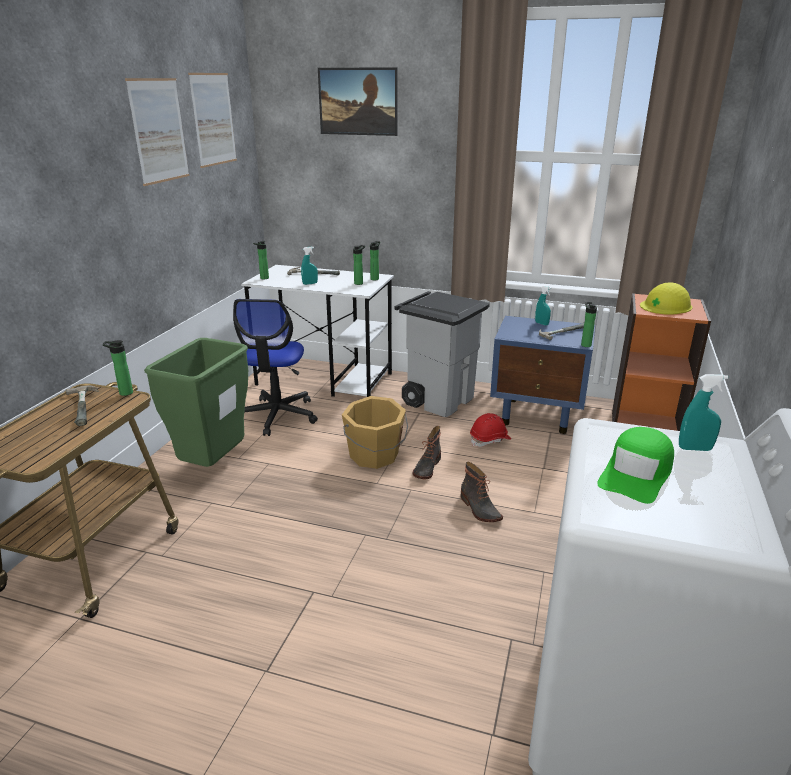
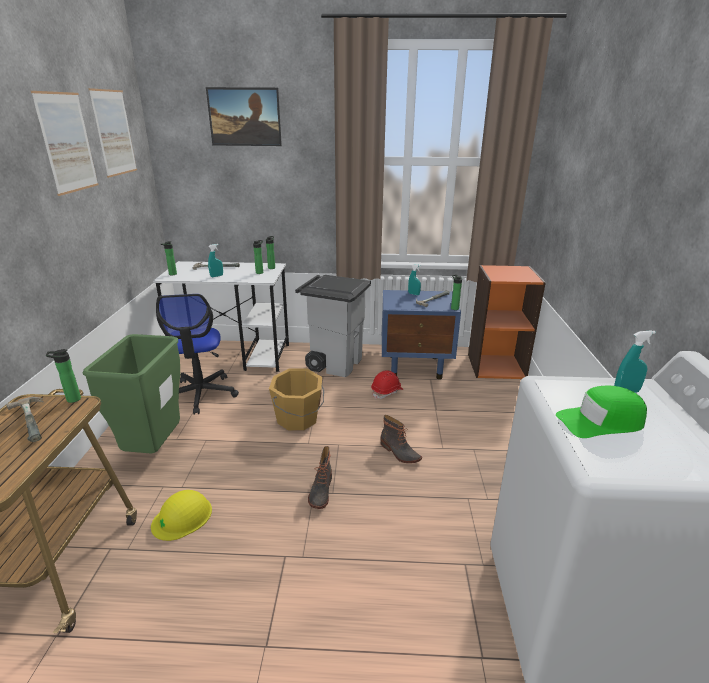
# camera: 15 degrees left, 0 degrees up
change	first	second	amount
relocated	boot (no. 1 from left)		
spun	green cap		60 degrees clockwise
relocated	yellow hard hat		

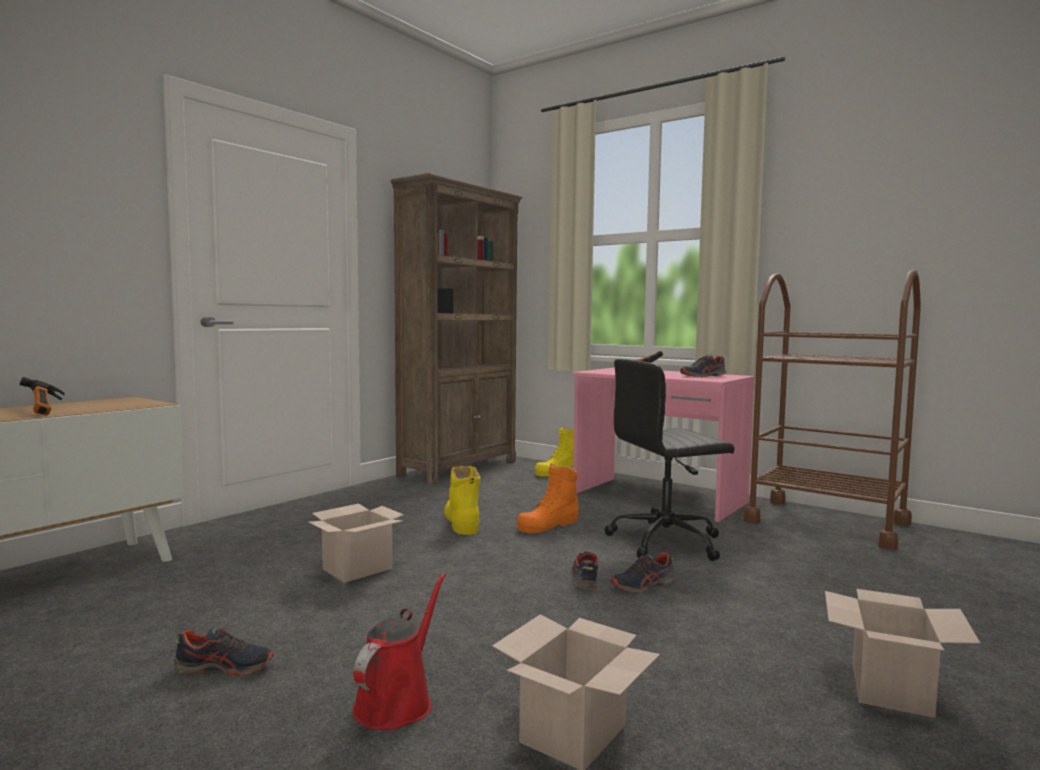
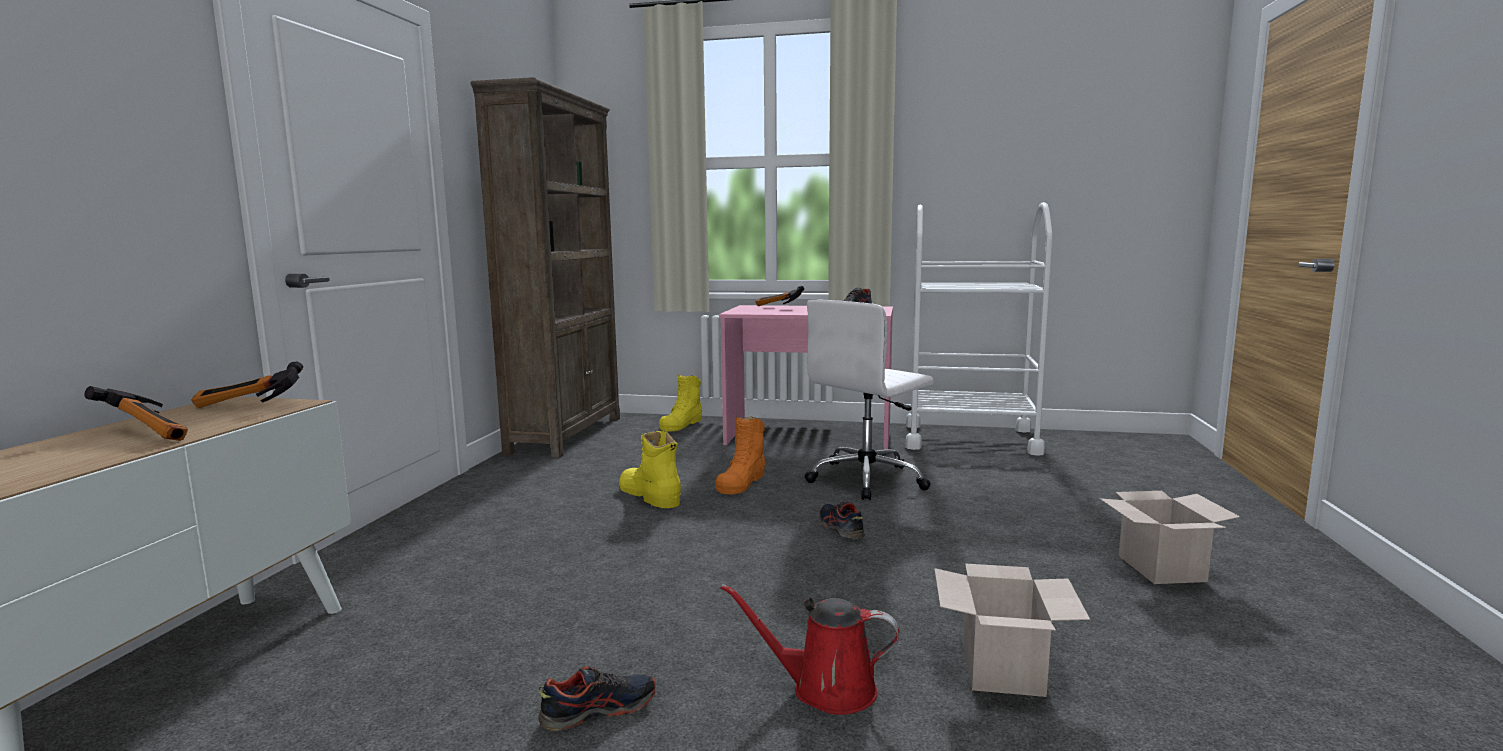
# camera: 25 degrees left, 5 degrees up
change	first	second	amount
missing	cardboard box (no. 1 from left)		
spun	red watering can		75 degrees counterclockwise
colour	black office chair	white office chair	
missing	shoe (no. 3 from left)		
colour	brown cart	white cart	
appeared		hammer (no. 2 from left)	

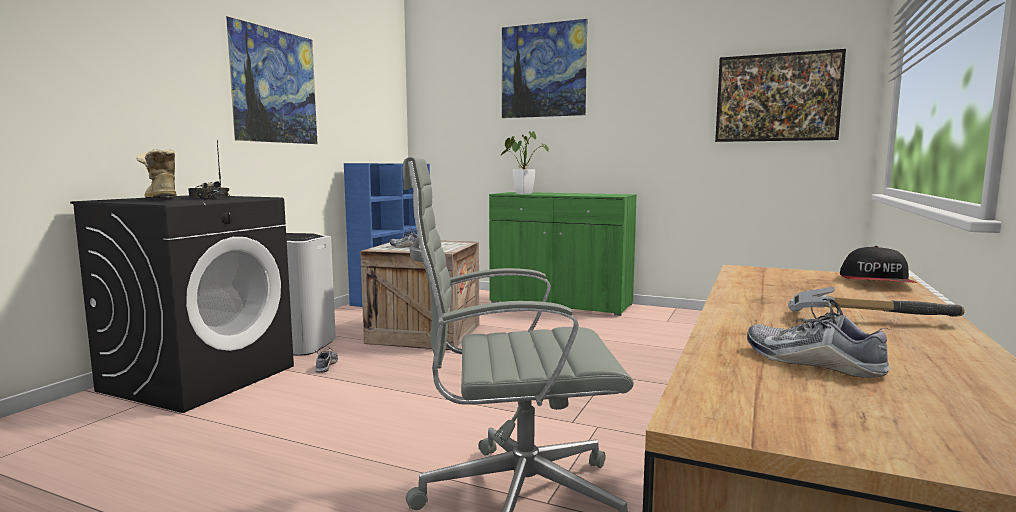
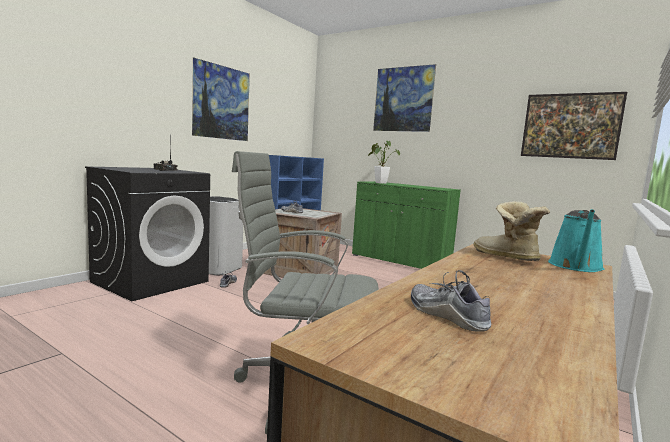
# camera: 10 degrees right, 0 degrees up
change	first	second	amount
relocated	boot		
missing	hammer		
exchanged	cap	turquoise watering can	

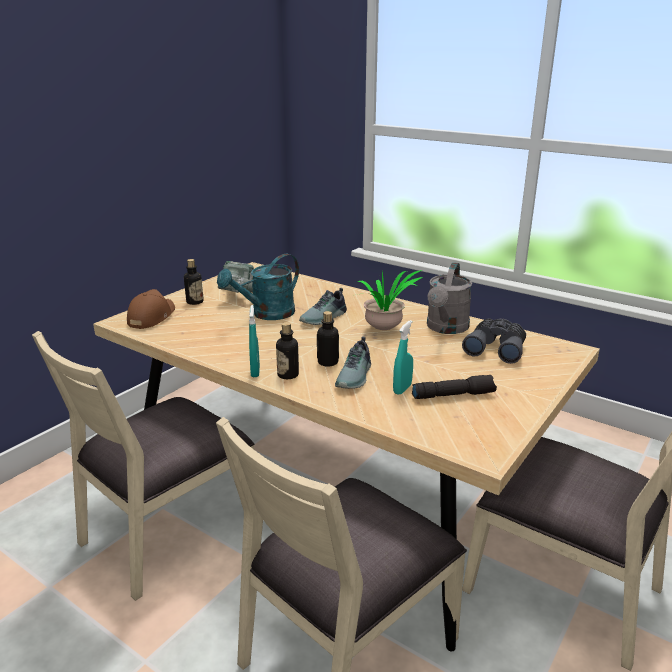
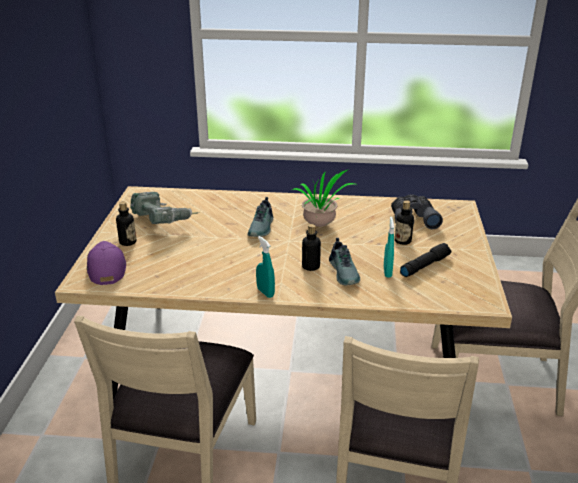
# camera: 30 degrees left, 5 degrees up
change	first	second	amount
colour	brown cap	purple cap	
missing	turquoise watering can		
relocated	bottle (no. 2 from left in the first image)	bottle (no. 3 from left)	
missing	grey watering can		

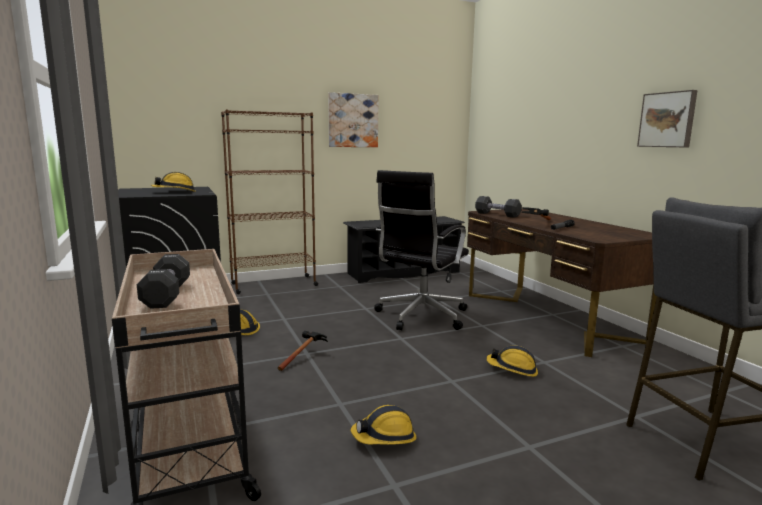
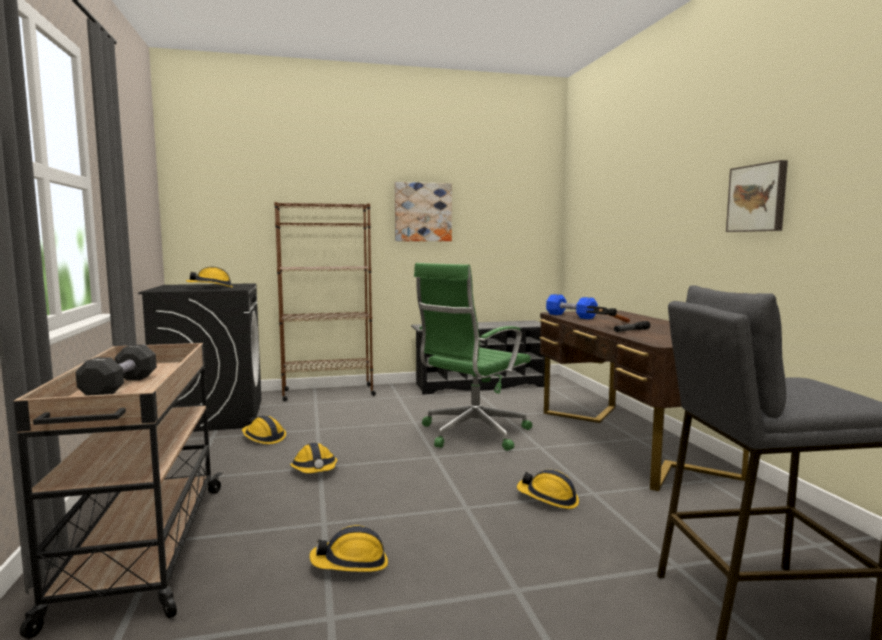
# camera: 10 degrees right, 5 degrees down
change	first	second	amount
exchanged	hammer (no. 1 from left)	hard hat (no. 3 from left)	
colour	black office chair	green office chair	
colour	black dumbbell (no. 2 from left)	blue dumbbell	

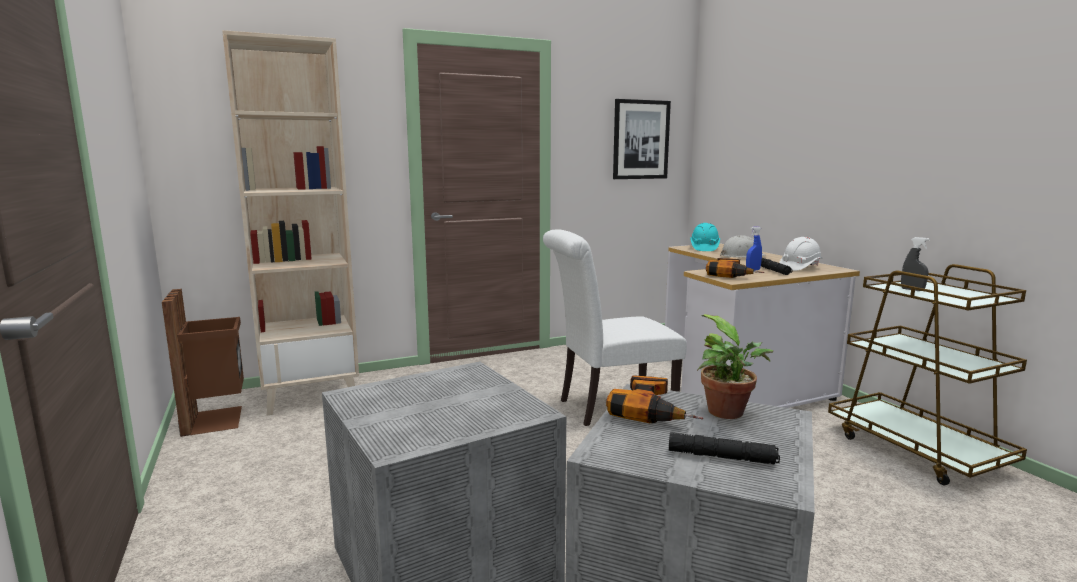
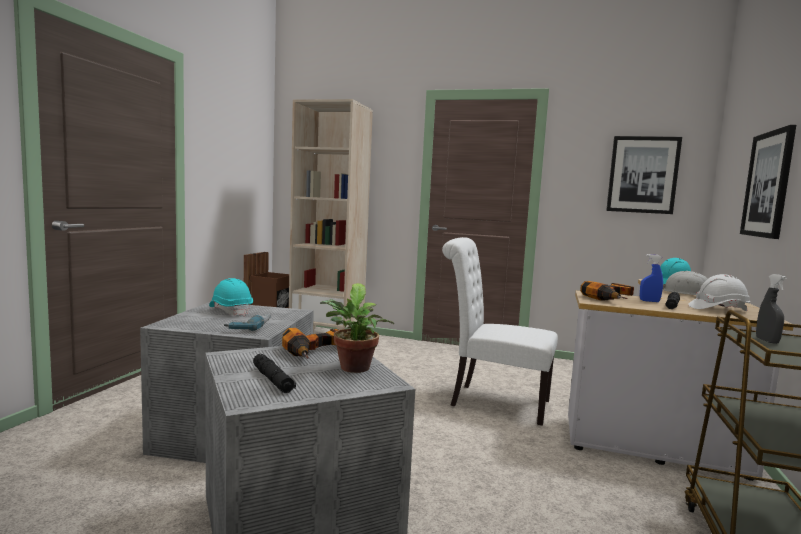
# camera: 40 degrees right, 5 degrees down
change	first	second	amount
appeared		turquoise hard hat (no. 1 from left)	
appeared		power drill (no. 1 from left)	
appeared		picture (no. 2 from left)	

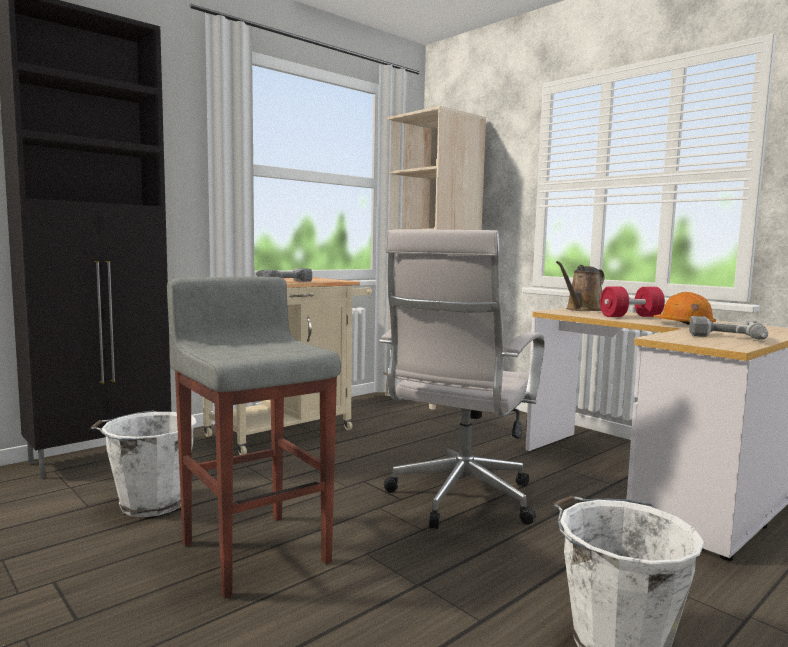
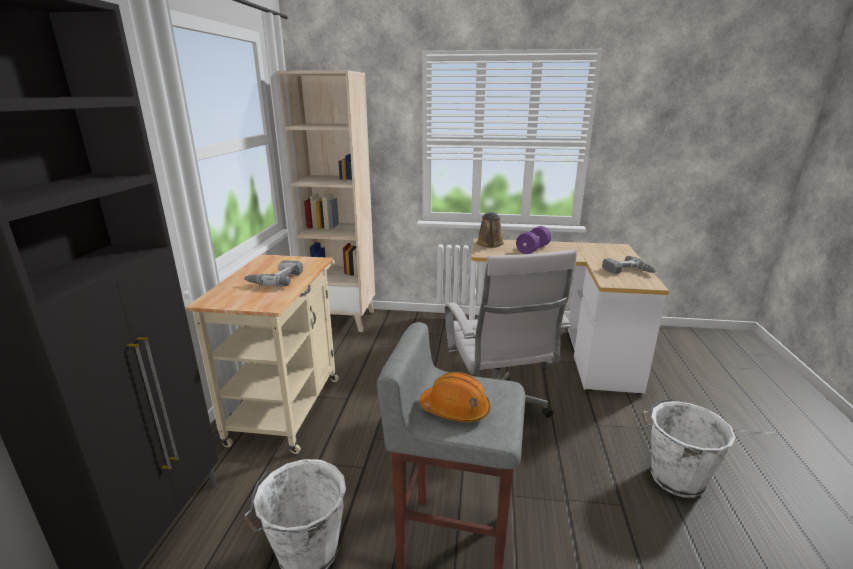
# camera: 40 degrees left, 15 degrees up
change	first	second	amount
colour	red dumbbell	purple dumbbell	
relocated	orange hard hat		

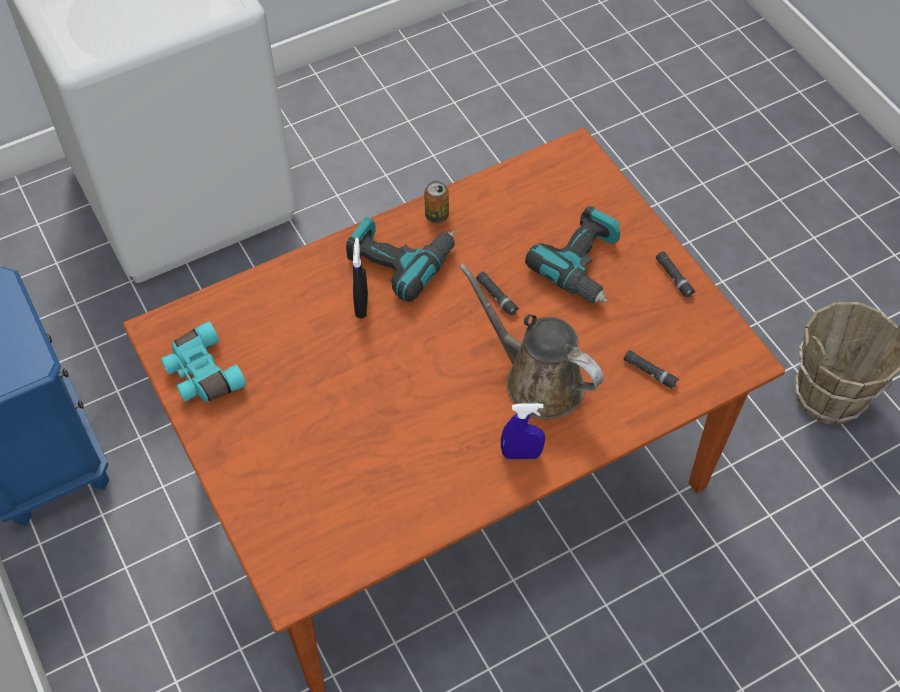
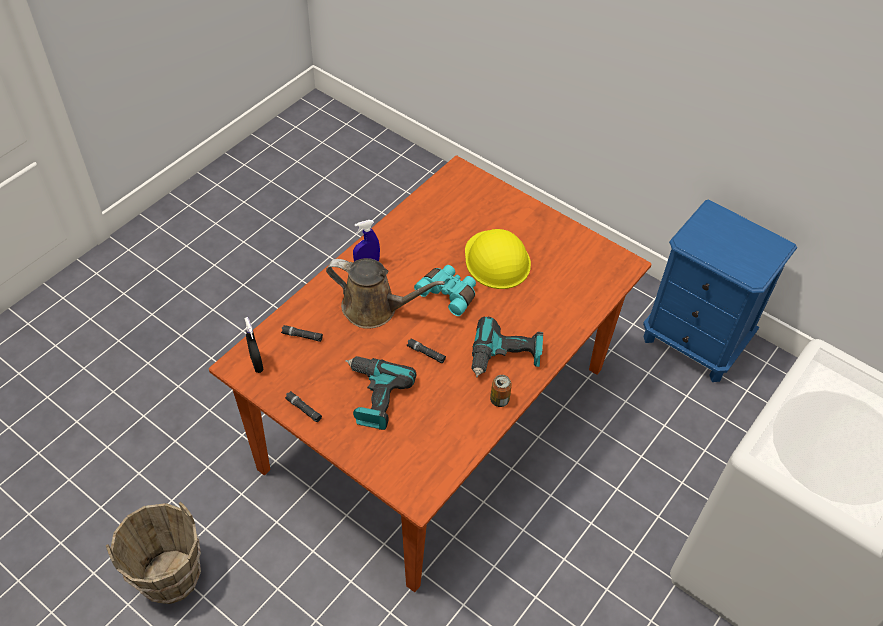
# camera: 155 degrees right, 5 degrees down
change	first	second	amount
relocated	turquoise binoculars		
relocated	black spray bottle		
appeared		yellow hard hat	

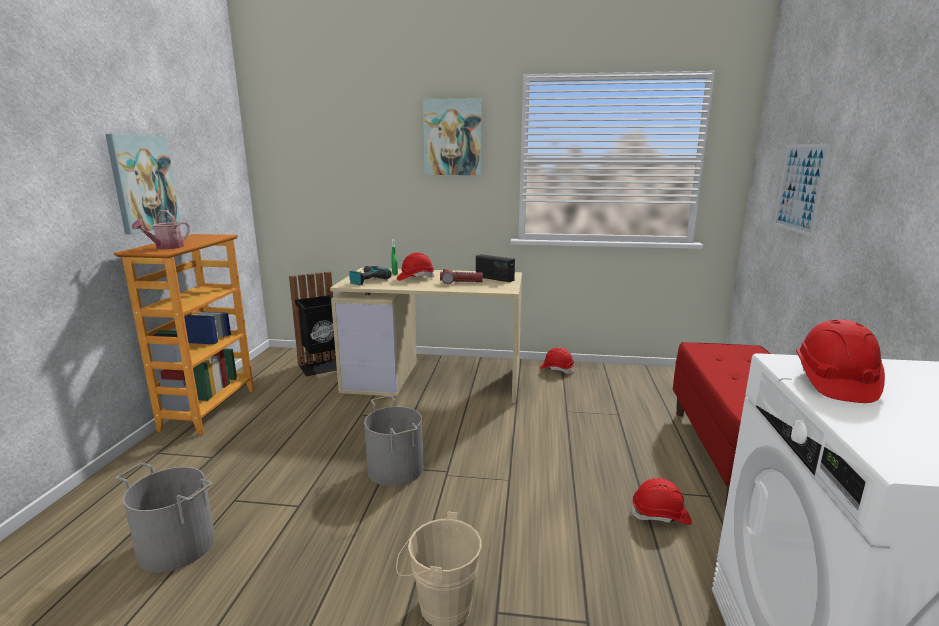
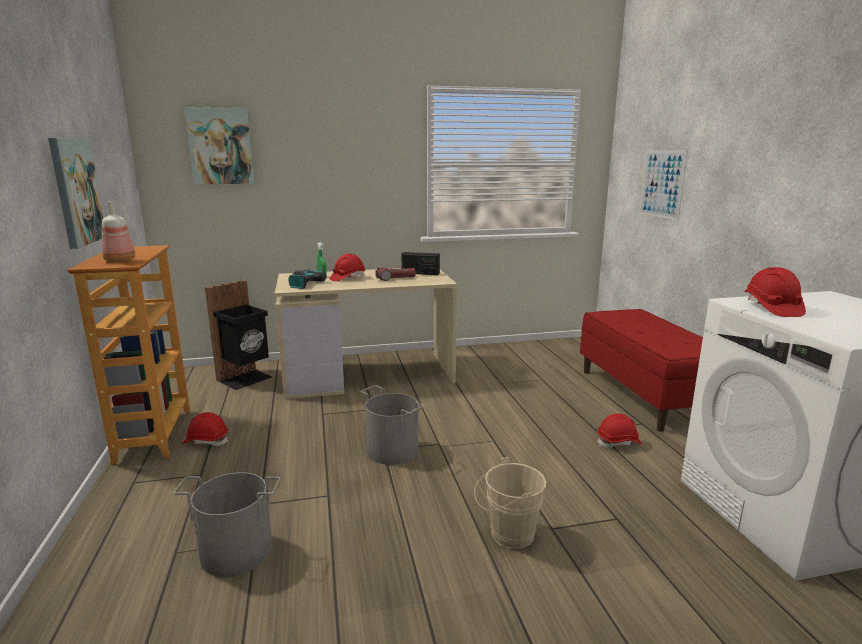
# camera: 20 degrees left, 0 degrees up
change	first	second	amount
exchanged	watering can	bottle	
relocated	picture (no. 2 from left)		
relocated	red hard hat (no. 2 from left in the first image)	red hard hat (no. 1 from left)	

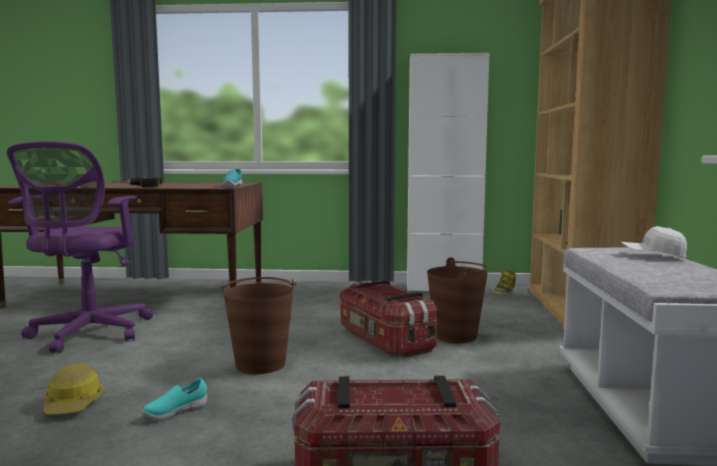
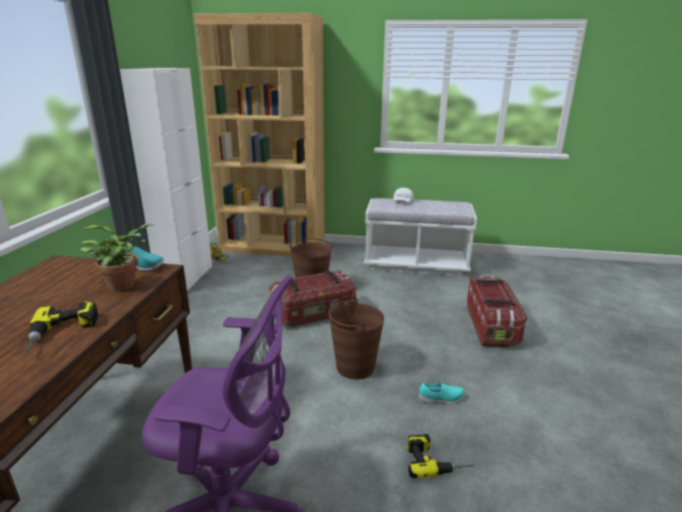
# camera: 85 degrees left, 15 degrees up
change	first	second	amount
exchanged	hard hat	power drill (no. 2 from left)	
spun	turquoise shoe (no. 1 from left in the first image)	turquoise shoe (no. 2 from left)	60 degrees counterclockwise
appeared		potted plant	

